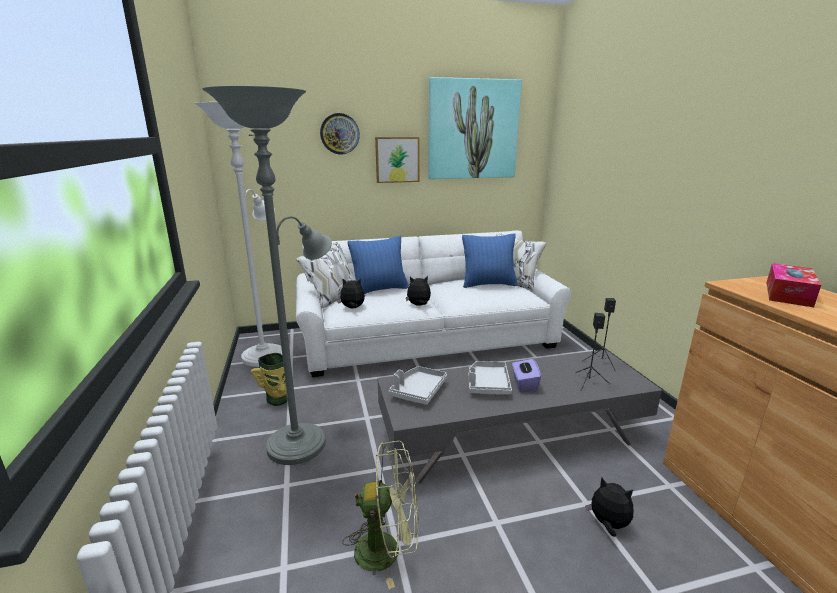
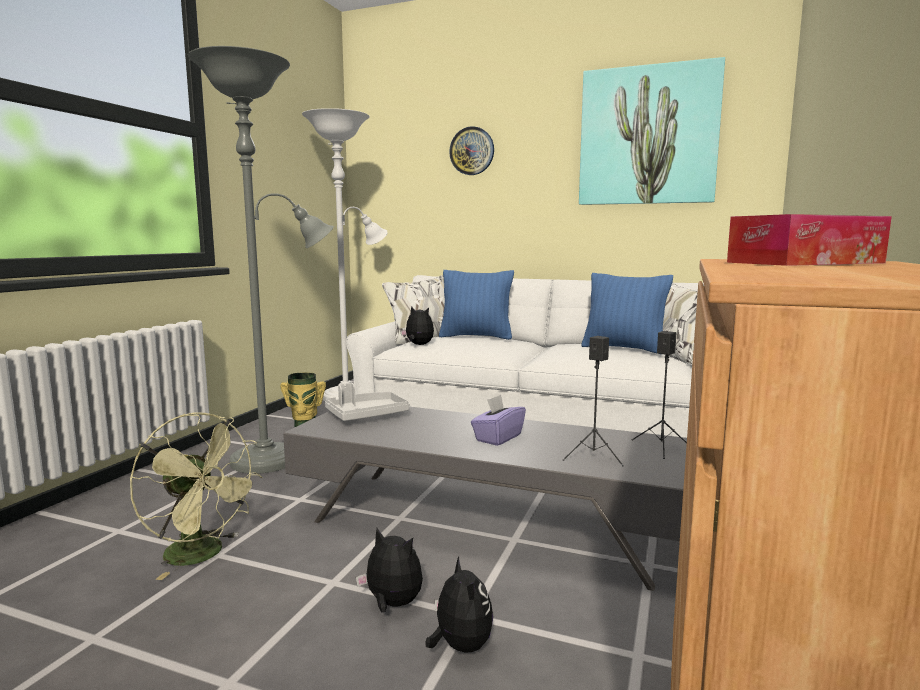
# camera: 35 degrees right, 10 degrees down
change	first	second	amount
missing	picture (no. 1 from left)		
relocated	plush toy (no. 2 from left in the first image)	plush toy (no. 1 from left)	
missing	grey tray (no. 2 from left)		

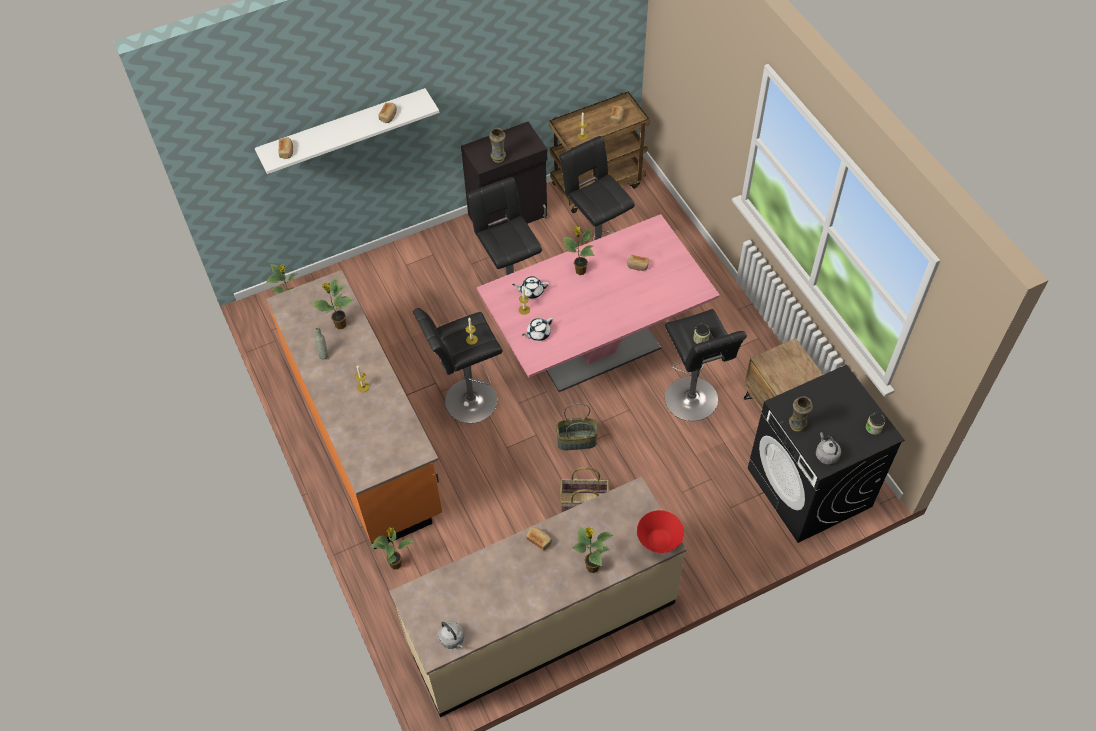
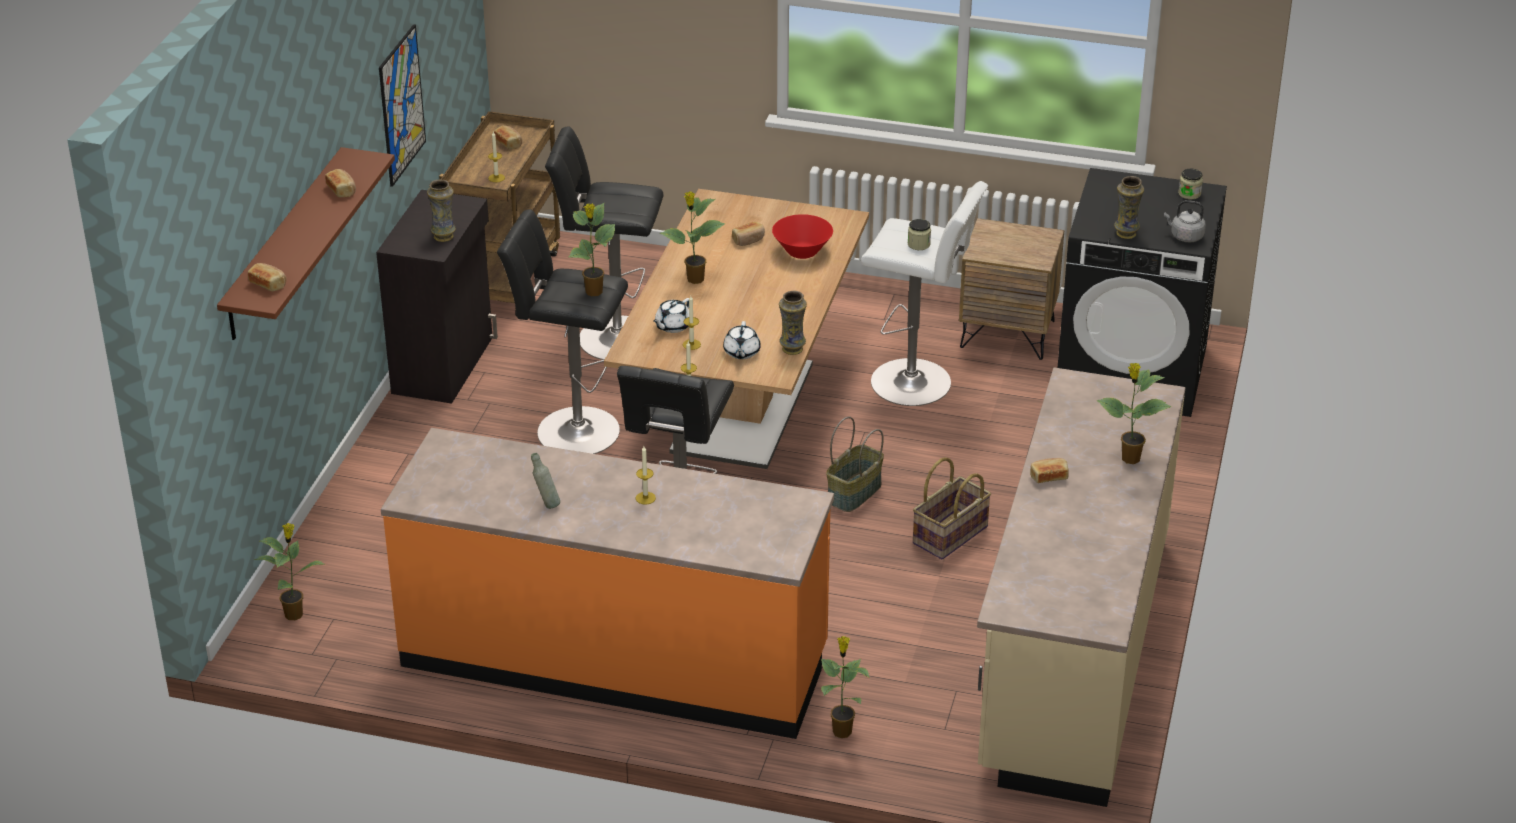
# camera: 50 degrees left, 20 degrees down
change	first	second	amount
colour	white shelf	brown shelf	
relocated	potted plant (no. 2 from left)		
missing	grey kettle (no. 1 from left)		
colour	pink dining table	brown dining table	
relocated	red bowl		
colour	black stool (no. 4 from left)	white stool	
appeared		picture	
appeared		vase (no. 2 from left)	

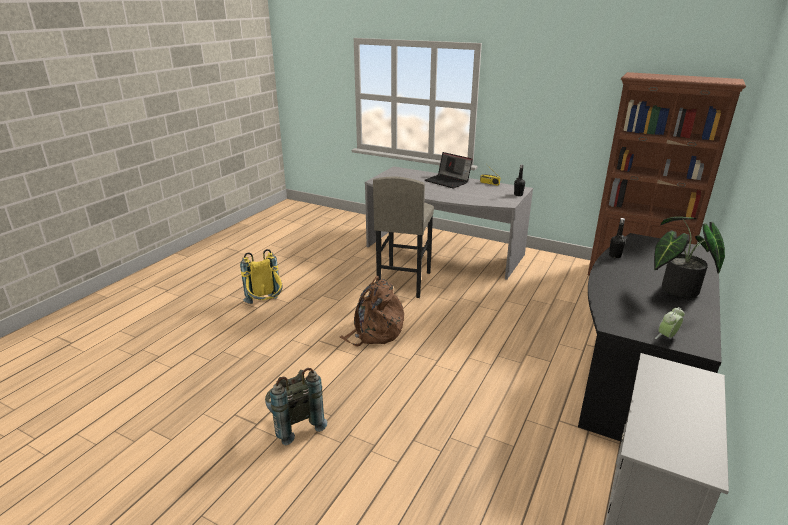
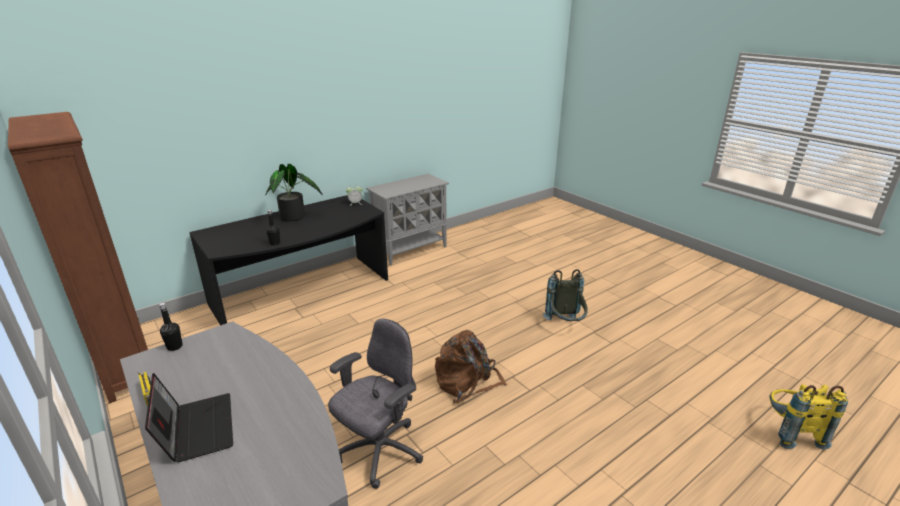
# camera: 155 degrees left, 0 degrees up
change	first	second	amount
relocated	yellow backpack		
exchanged	grey stool	grey office chair	

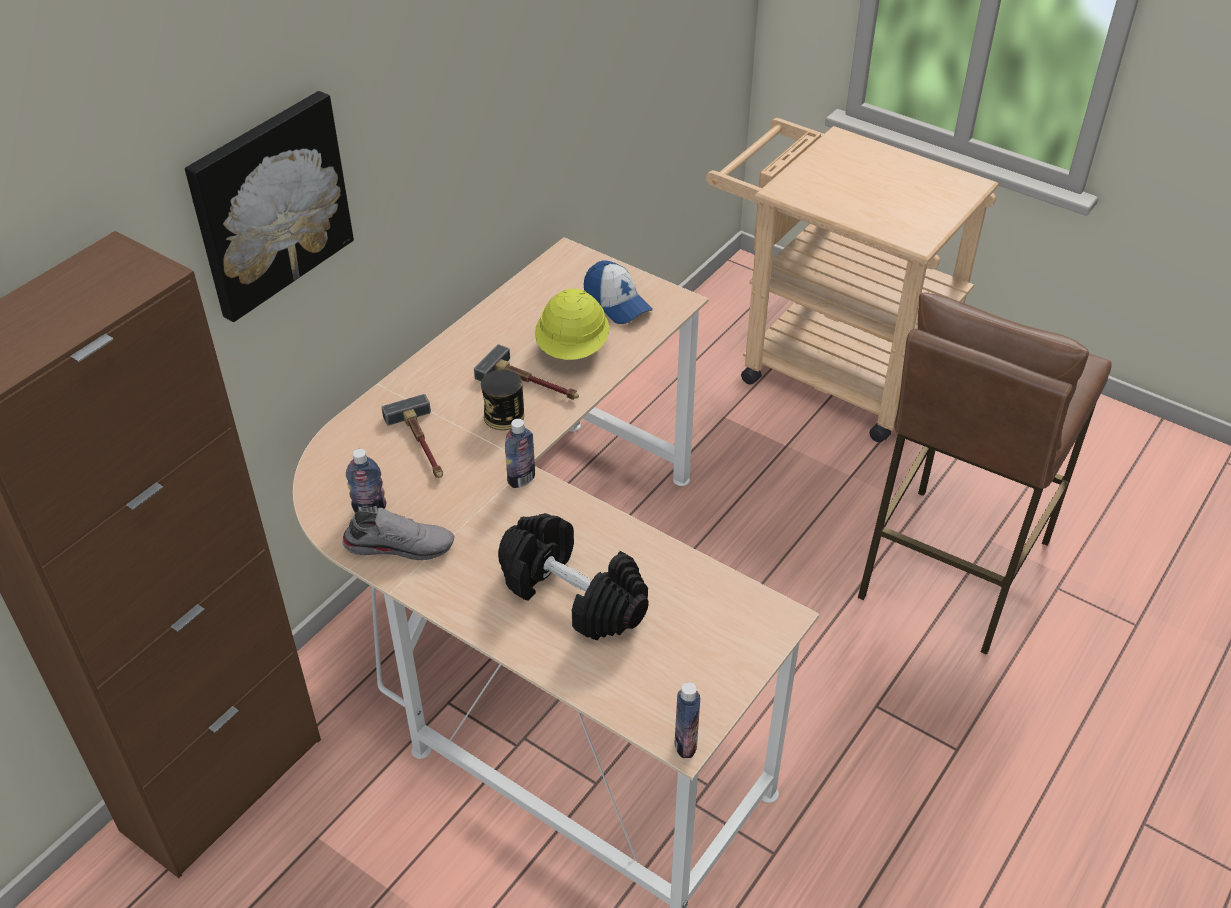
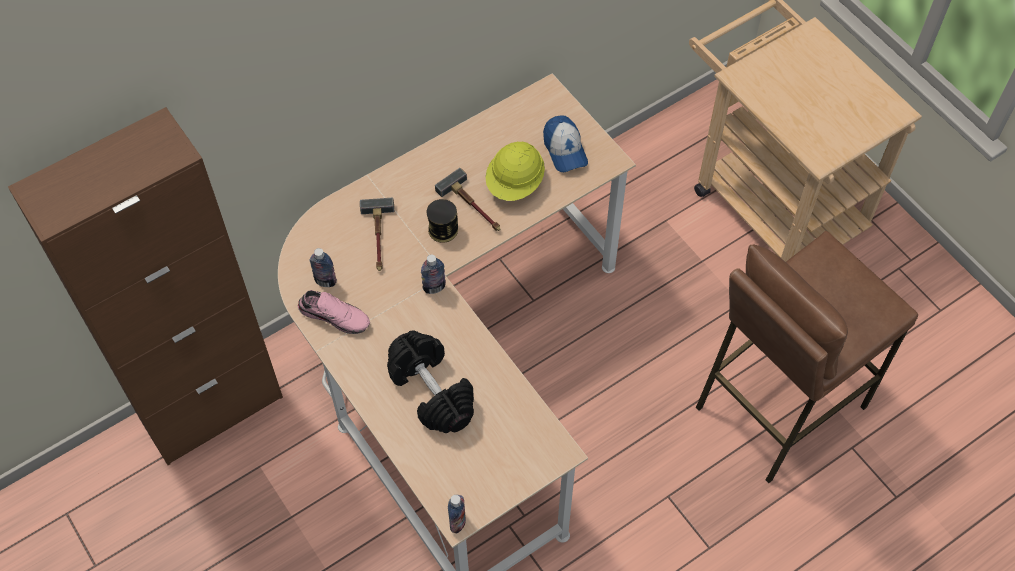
# camera: 20 degrees right, 15 degrees up
change	first	second	amount
missing	picture		
colour	grey shoe	pink shoe	

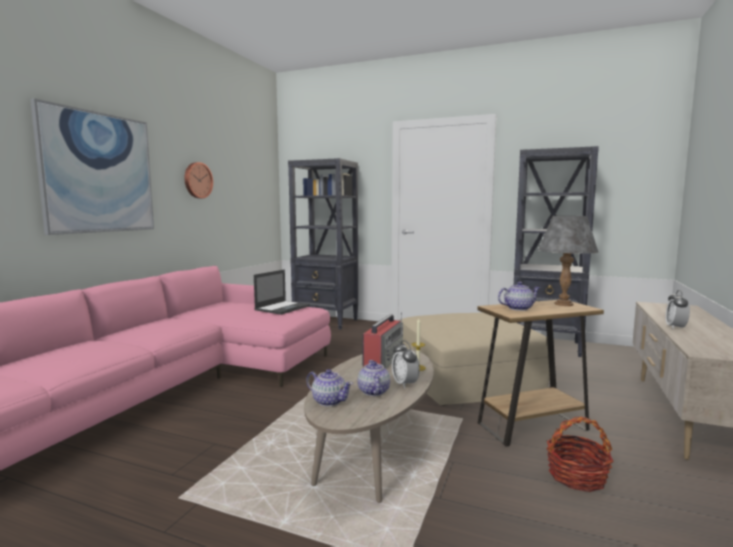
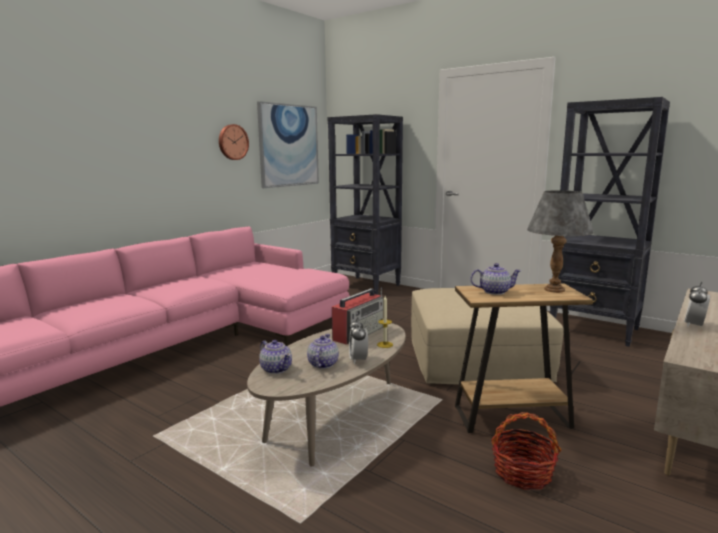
# camera: 15 degrees right, 5 degrees up
change	first	second	amount
relocated	picture		
missing	laptop		

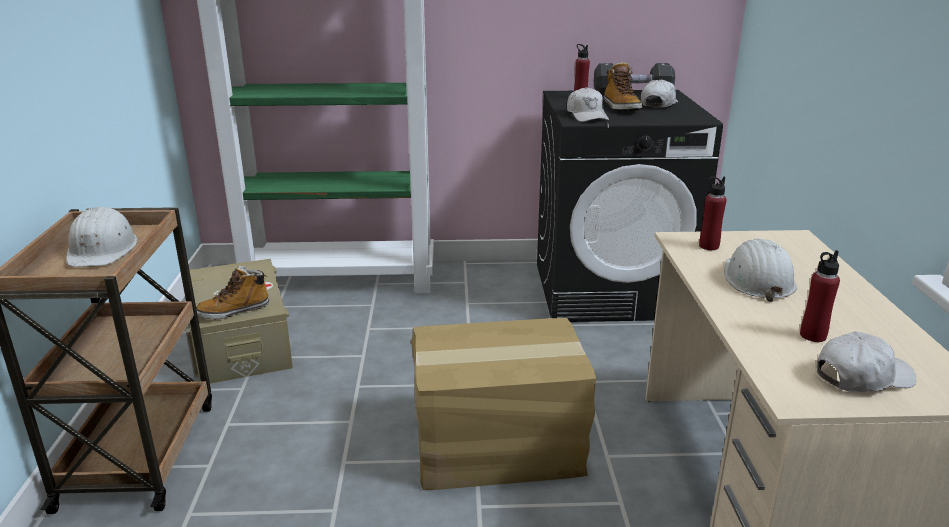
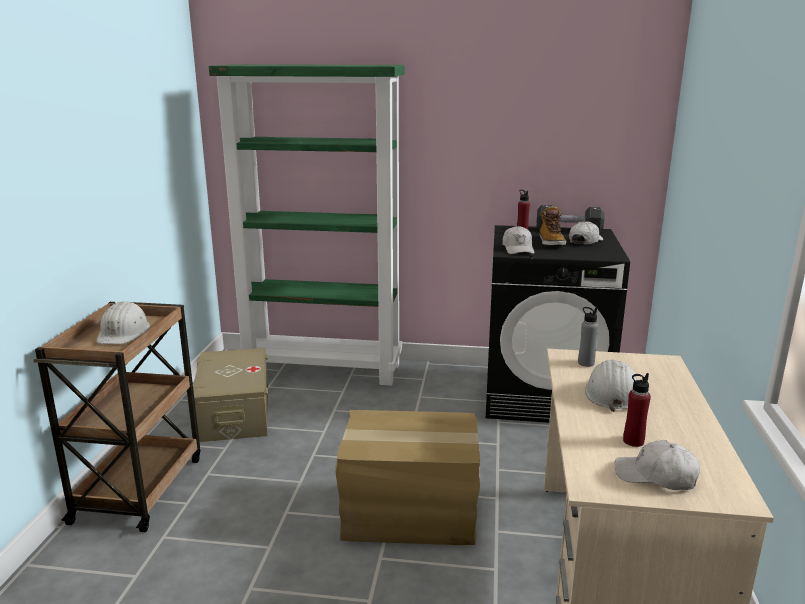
# camera: 10 degrees right, 5 degrees down
change	first	second	amount
missing	boot (no. 1 from left)		
colour	red bottle (no. 2 from left)	grey bottle	
spun	white cap (no. 3 from left)		150 degrees counterclockwise

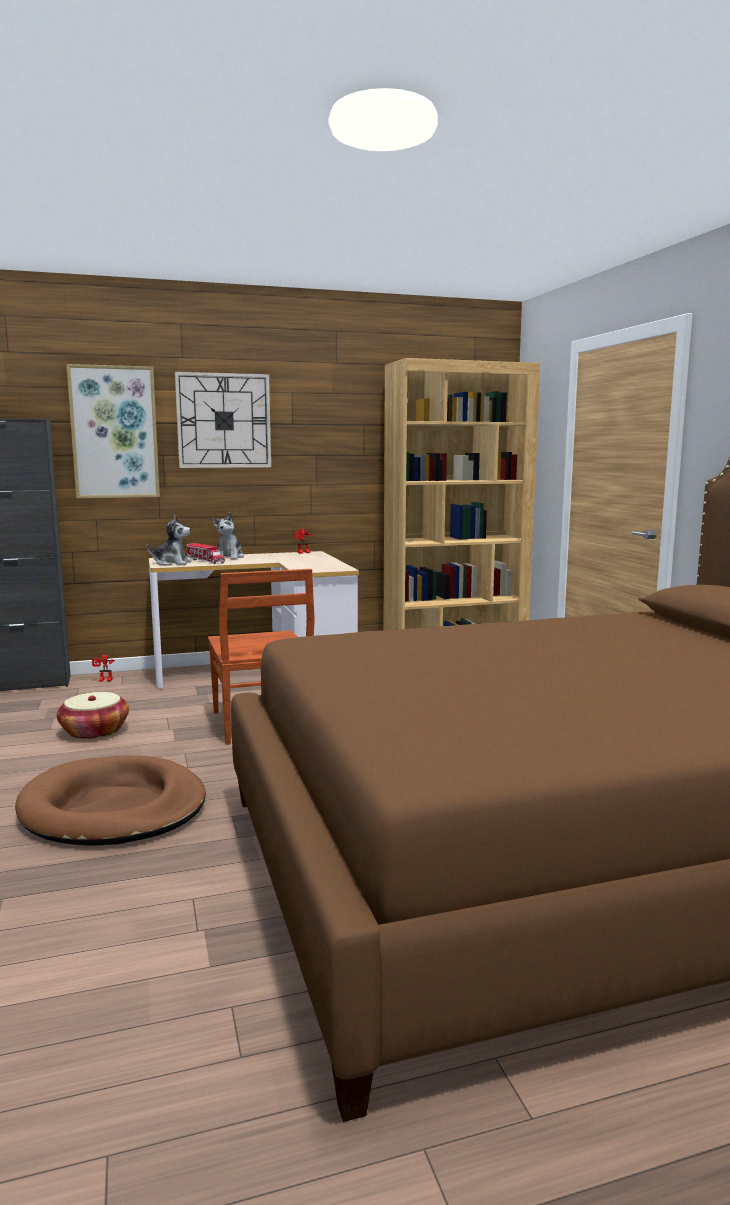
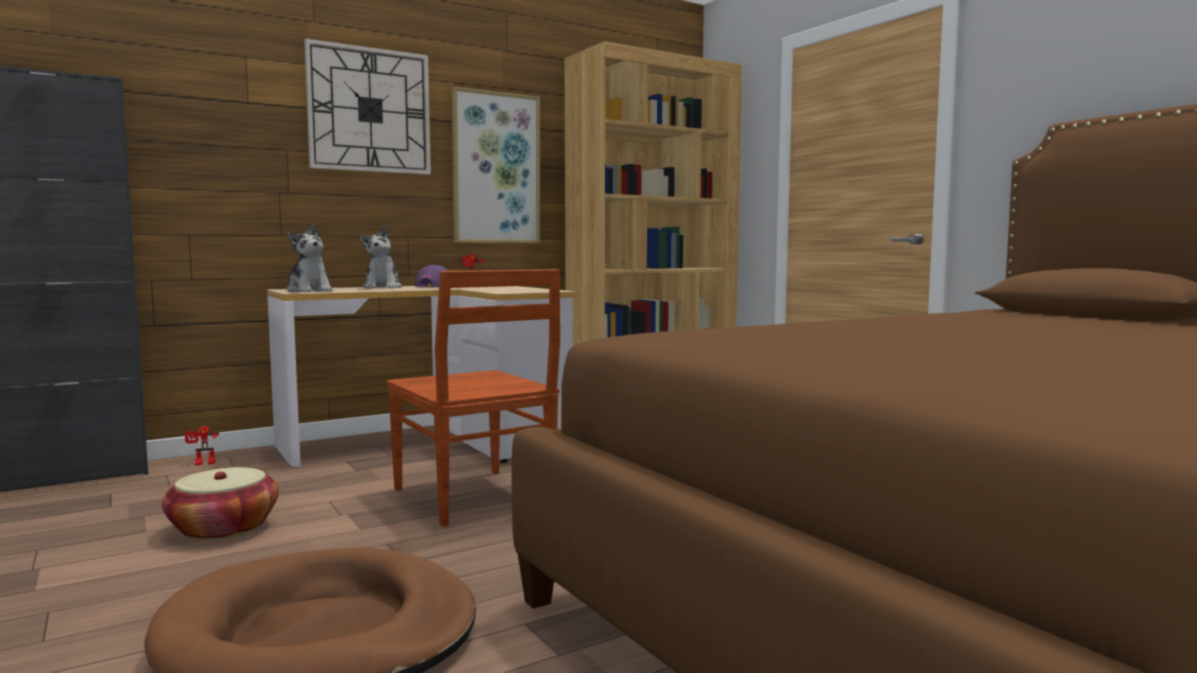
# camera: 15 degrees left, 5 degrees down
change	first	second	amount
relocated	picture		
spun	plush toy (no. 1 from left)		60 degrees clockwise
missing	toy truck		
appeared		purple cap	

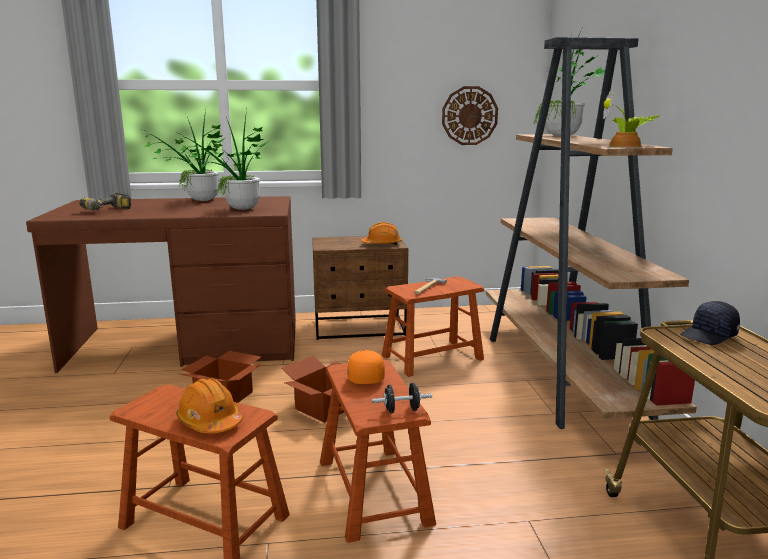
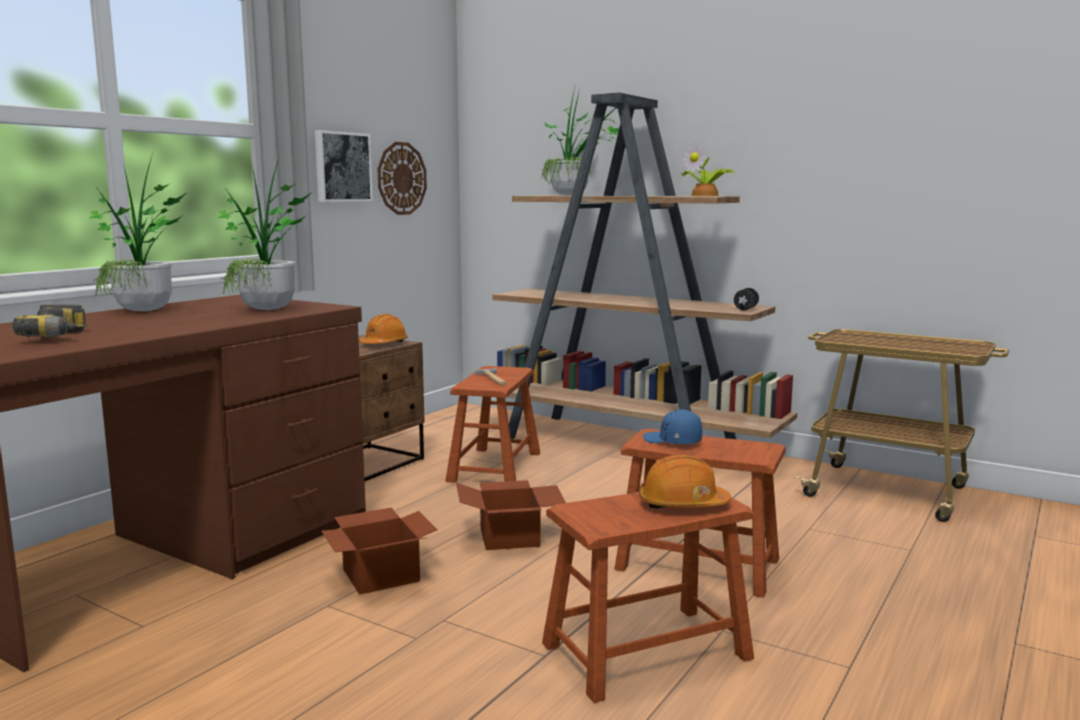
# camera: 50 degrees left, 5 degrees down
change	first	second	amount
colour	orange cap	blue cap	
relocated	black dumbbell		
missing	black cap		
appeared		picture	

